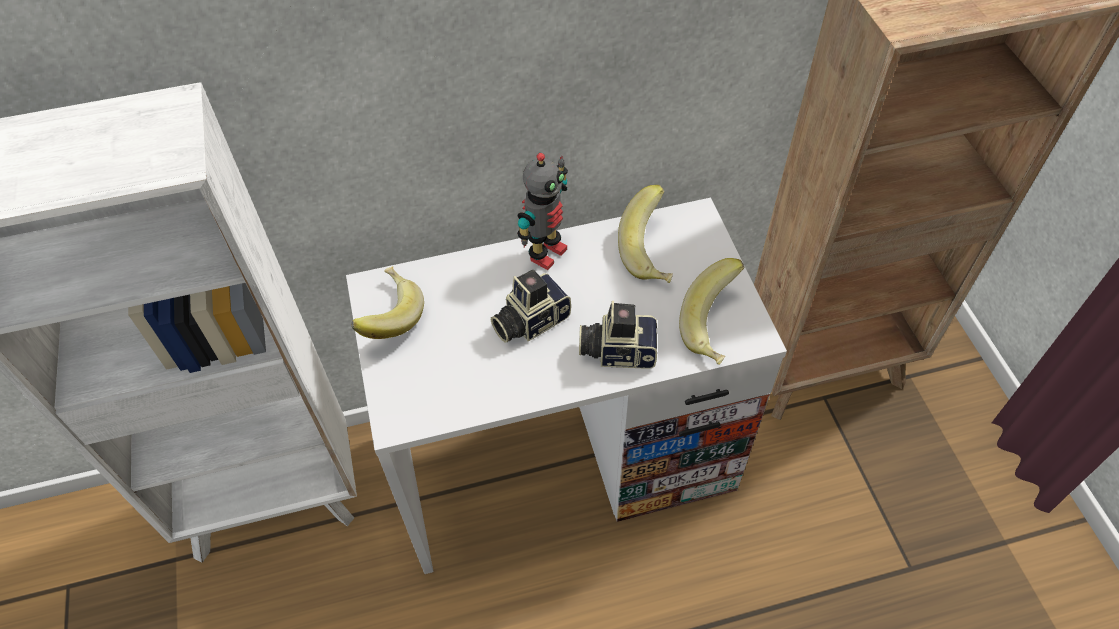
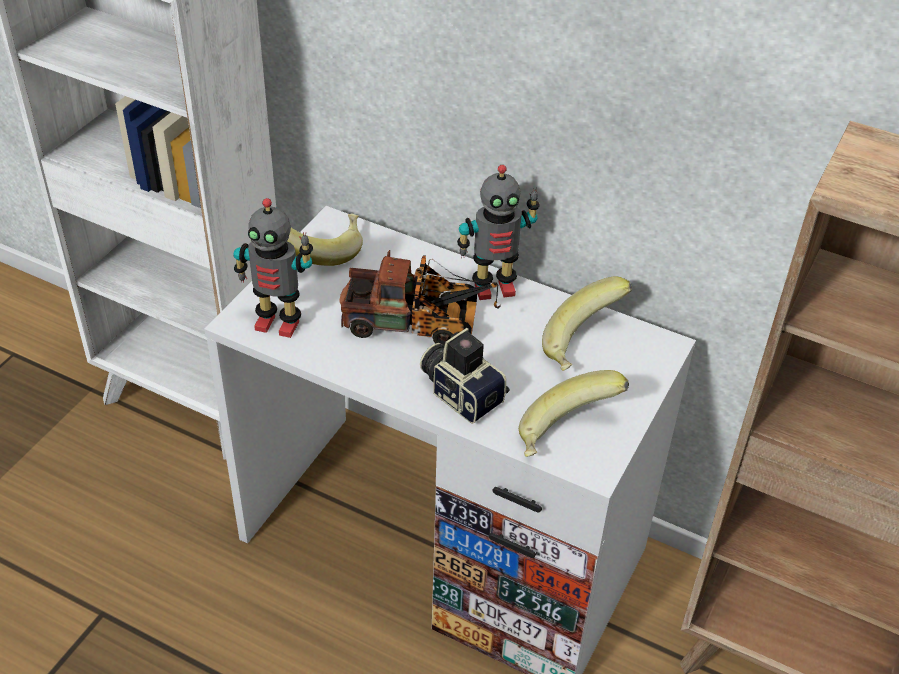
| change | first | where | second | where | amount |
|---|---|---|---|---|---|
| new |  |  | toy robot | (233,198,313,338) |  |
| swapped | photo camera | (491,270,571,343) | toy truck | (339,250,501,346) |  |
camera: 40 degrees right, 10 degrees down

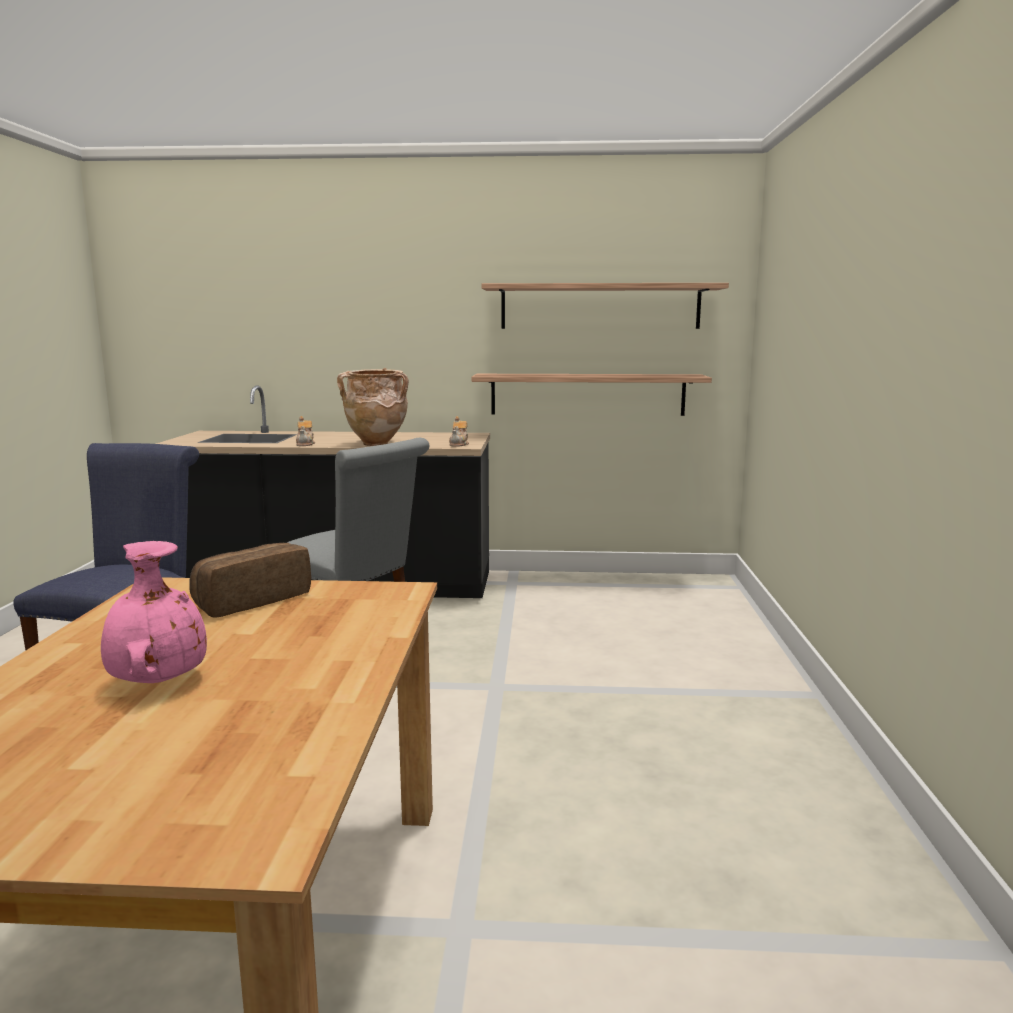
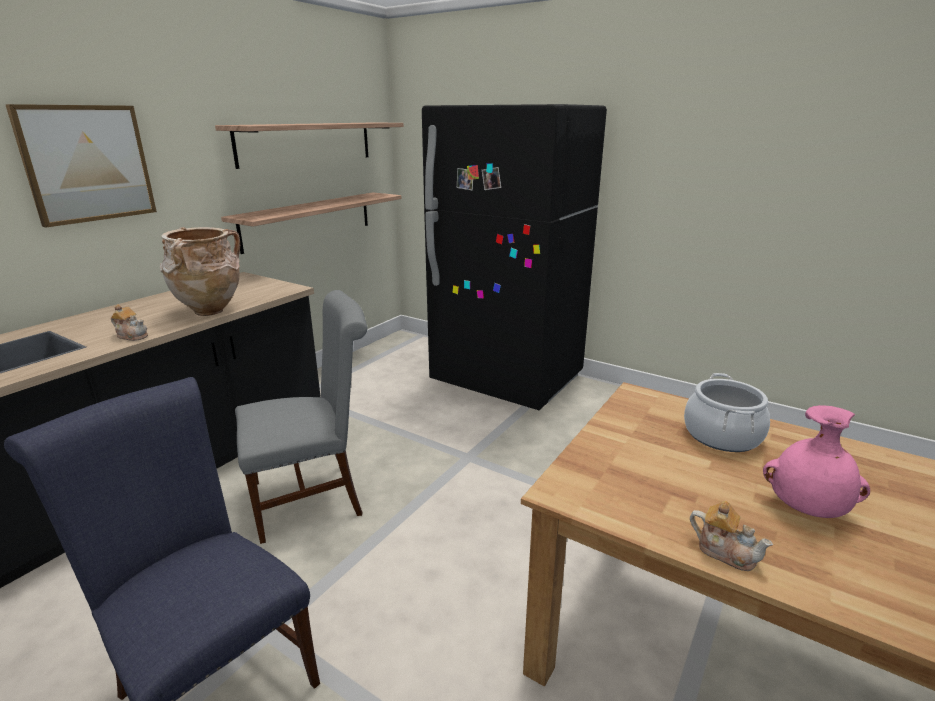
| change | first | where | second | where | amount |
|---|---|---|---|---|---|
| new |  |  | picture | (5,104,157,227) |  |
| new |  |  | black fridge | (422,104,607,410) |  |
| new |  |  | cooking pot | (684,373,770,452) |  |
| shifted | teapot | (449,416,469,447) |  | (690,501,773,571) |  |
| gone | bread | (189,543,311,618) |  |  |  |
camera: 60 degrees left, 10 degrees up

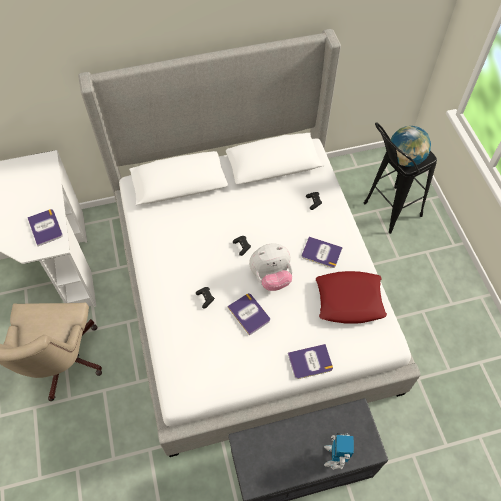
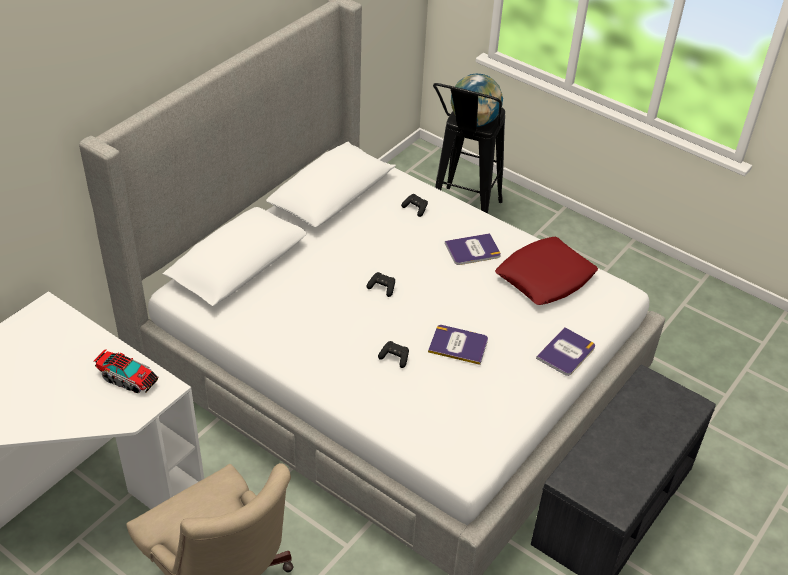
| change | first | where | second | where | amount |
|---|---|---|---|---|---|
| swapped | book | (27,209,63,246) | toy truck | (93,350,159,393) |  |
| gone | plush toy | (249,243,292,291) |  |  |  |
| gone | toy robot | (324,433,354,470) |  |  |  |
camera: 40 degrees left, 15 degrees down

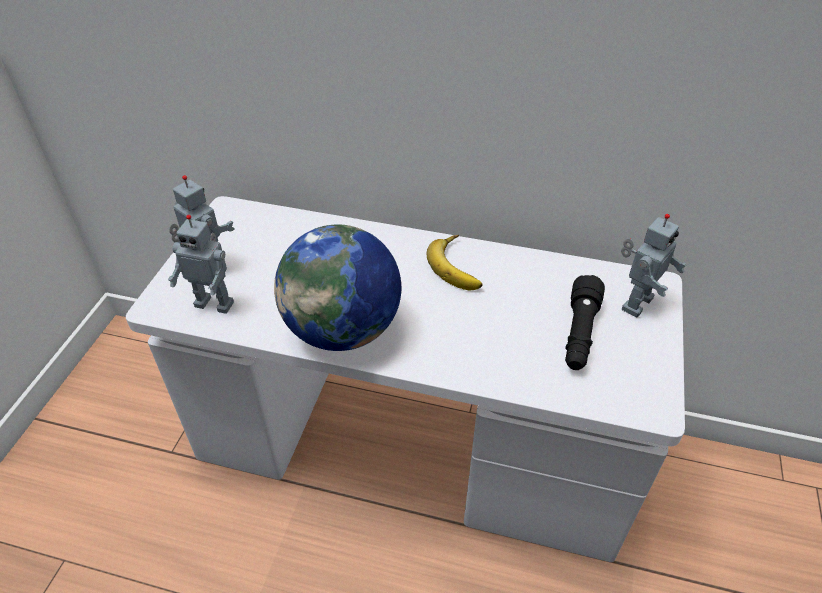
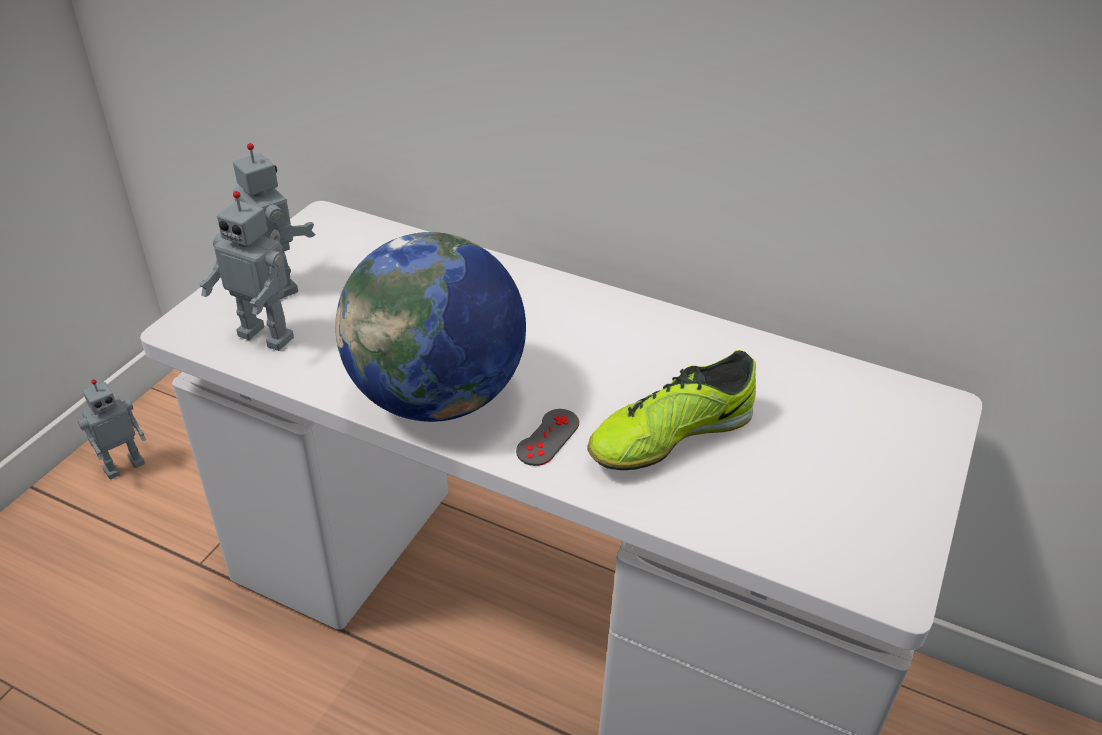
| change | first | where | second | where | amount |
|---|---|---|---|---|---|
| shifted | toy robot | (621,214,687,317) |  | (78,379,146,479) |  |
| new |  |  | grey game controller | (516,409,579,466) |  |
| new |  |  | shoe | (587,350,756,470) |  |
| gone | banana | (427,235,482,290) |  |  |  |
| gone | black flashlight | (565,275,605,370) |  |  |  |
camera: 10 degrees right, 5 degrees down

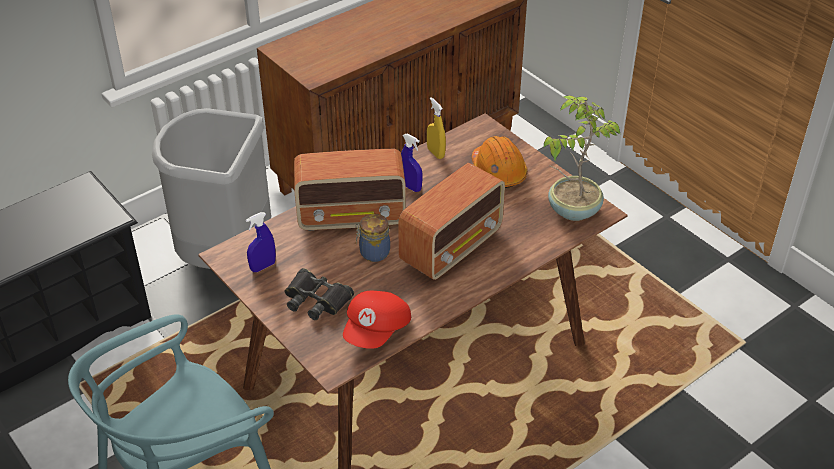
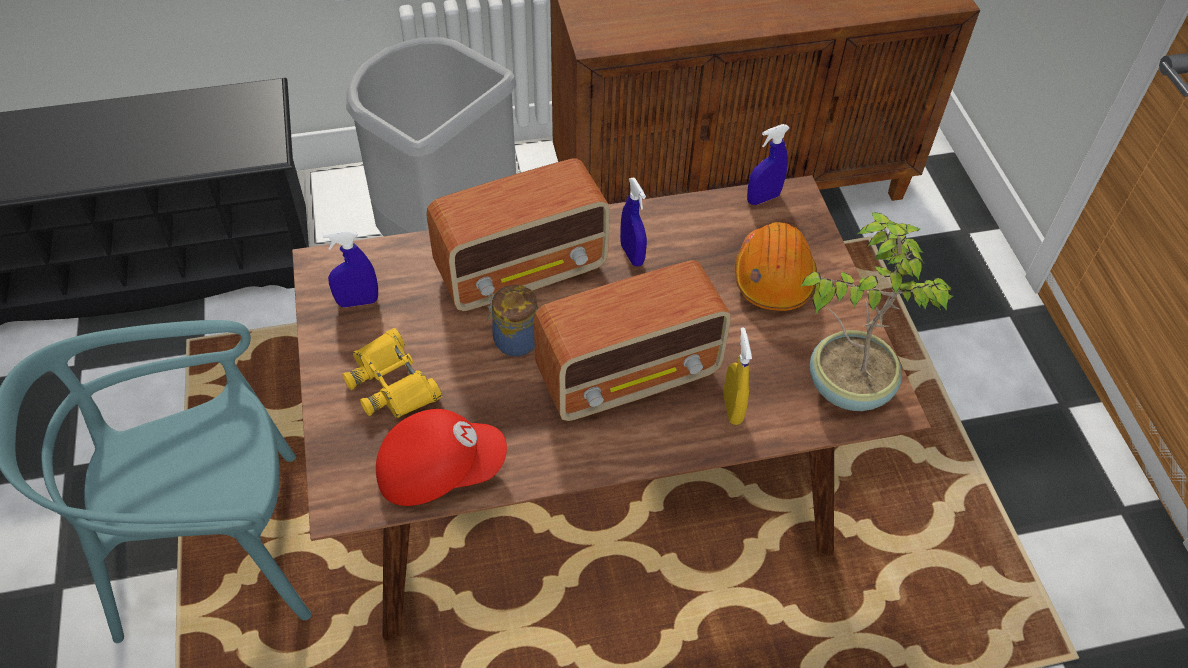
| change | first | where | second | where | amount |
|---|---|---|---|---|---|
| repainted | black binoculars | (285,268,354,320) | yellow binoculars | (342,328,442,418) |  |
| rotated | red cap | (343,291,411,349) |  | (376,409,507,506) | 150 degrees counterclockwise |
| rotated | radio | (294,149,406,231) |  | (427,158,610,311) | 45 degrees counterclockwise |
| shifted | yellow spray bottle | (427,97,446,159) |  | (723,327,752,425) |  |
| new |  |  | blue spray bottle | (747,124,789,205) |  |
camera: 25 degrees right, 10 degrees up

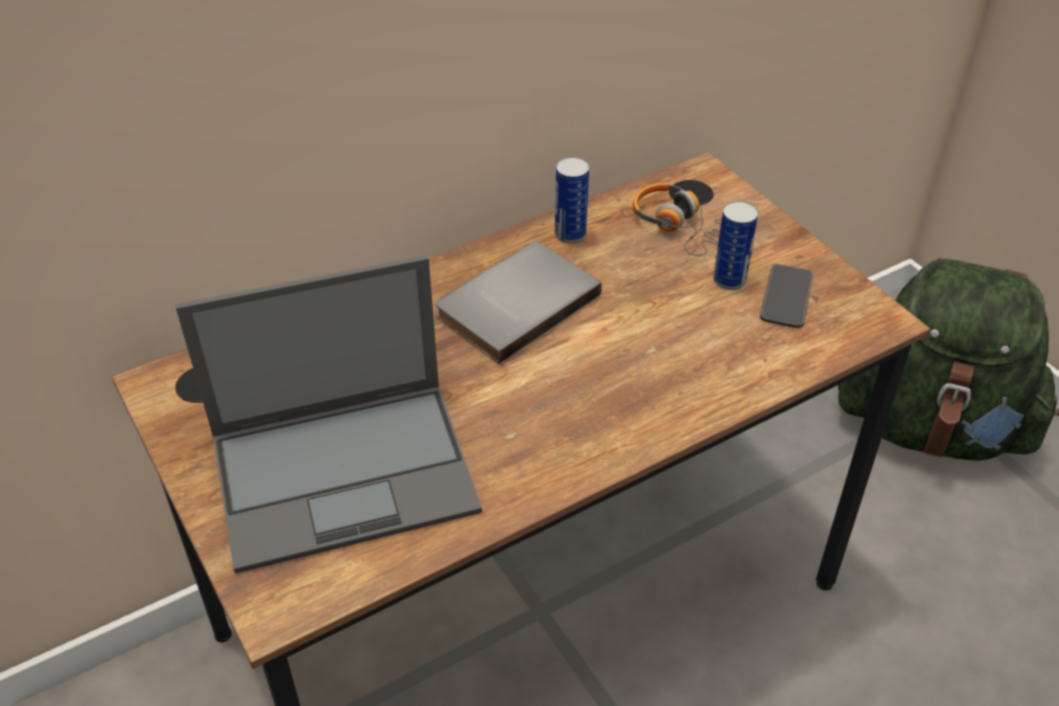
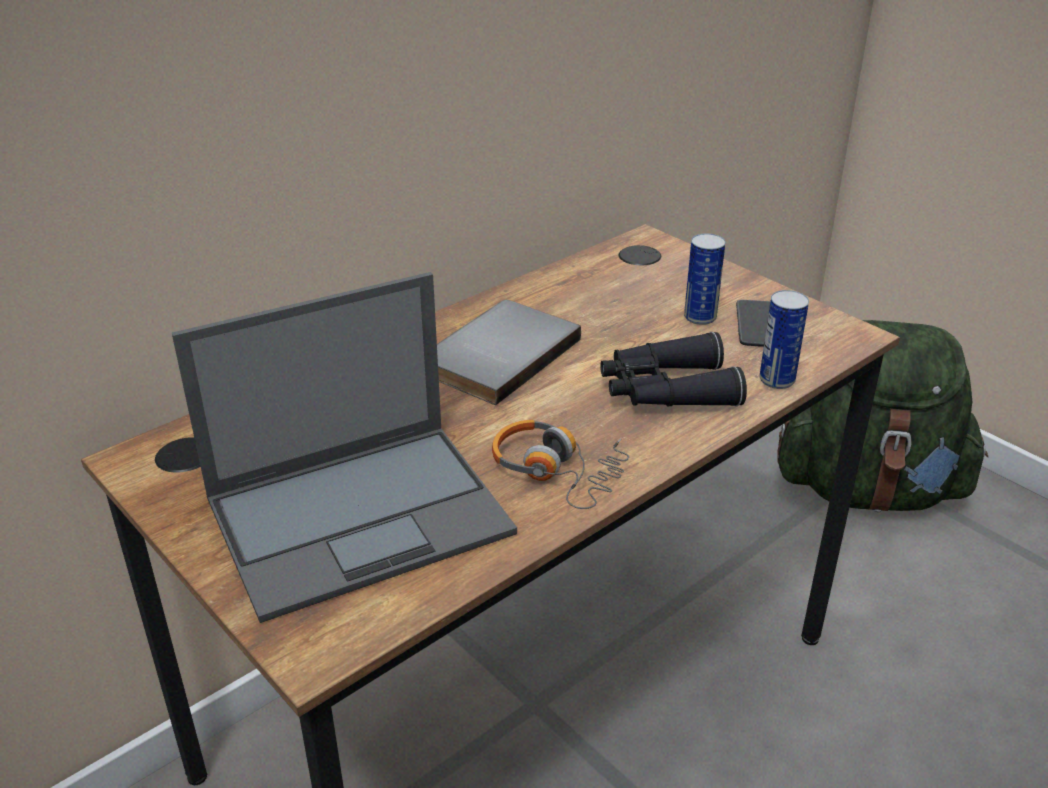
| change | first | where | second | where | amount |
|---|---|---|---|---|---|
| shifted | headphones | (633,183,722,256) |  | (492,420,629,509) |  |
| new |  |  | black binoculars | (600,332,747,406) |  |
| shifted | can | (555,157,589,244) |  | (759,290,809,389) |  |
camera: 10 degrees left, 10 degrees down

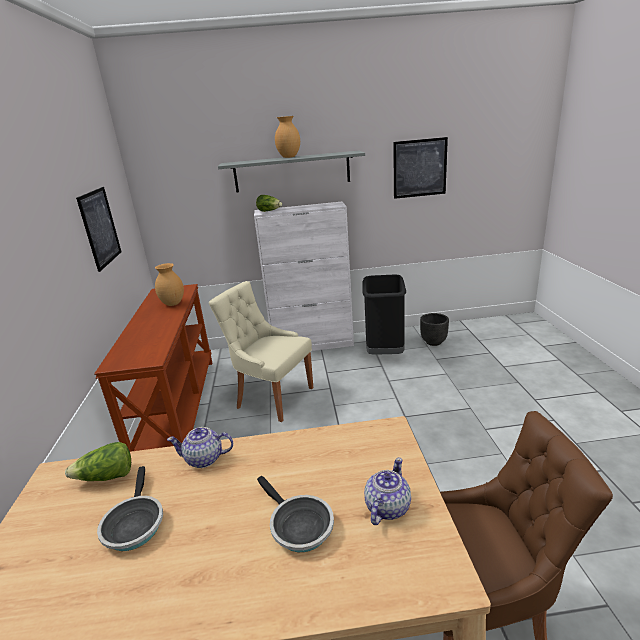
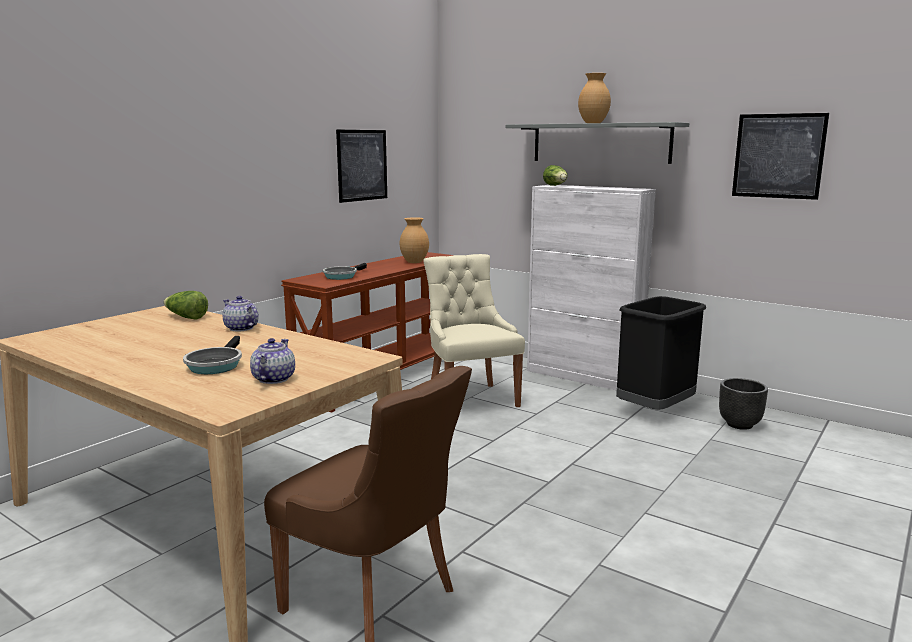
| change | first | where | second | where | amount |
|---|---|---|---|---|---|
| rotated | teapot | (364,458,411,525) |  | (250,338,295,384) | 60 degrees counterclockwise |
| shifted | frying pan | (97,466,163,551) |  | (323,263,367,280) |  |
camera: 40 degrees right, 10 degrees down

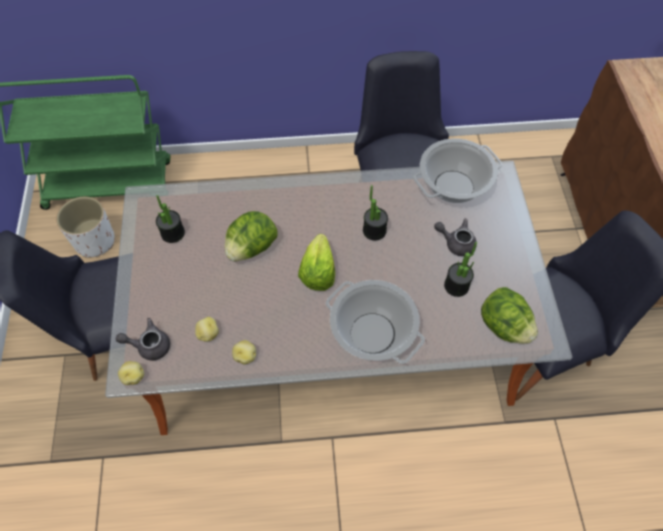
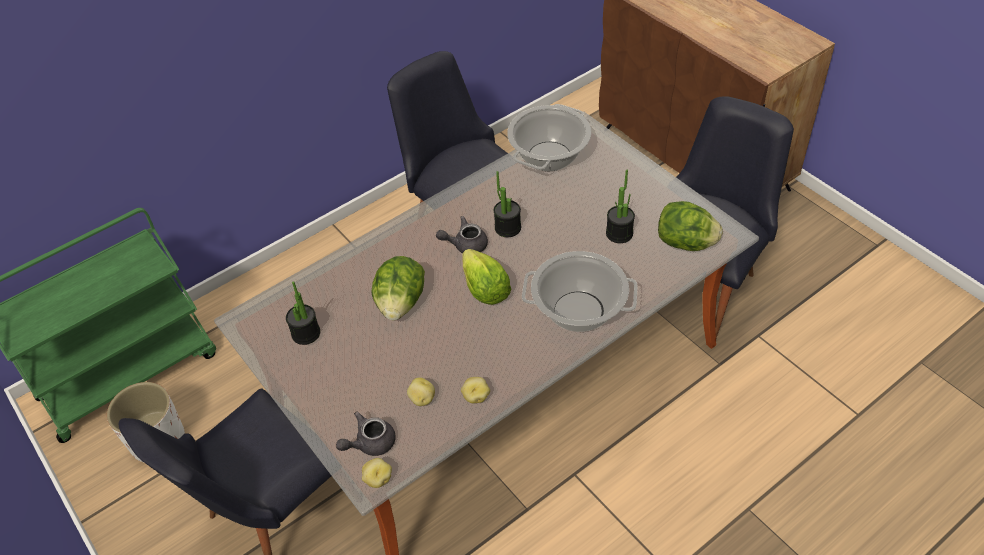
| change | first | where | second | where | amount |
|---|---|---|---|---|---|
| shifted | grey teapot | (434,219,477,256) |  | (436,216,488,253) |  |
camera: 30 degrees left, 10 degrees down

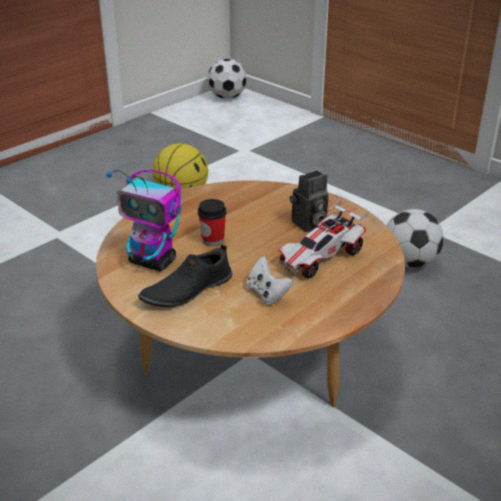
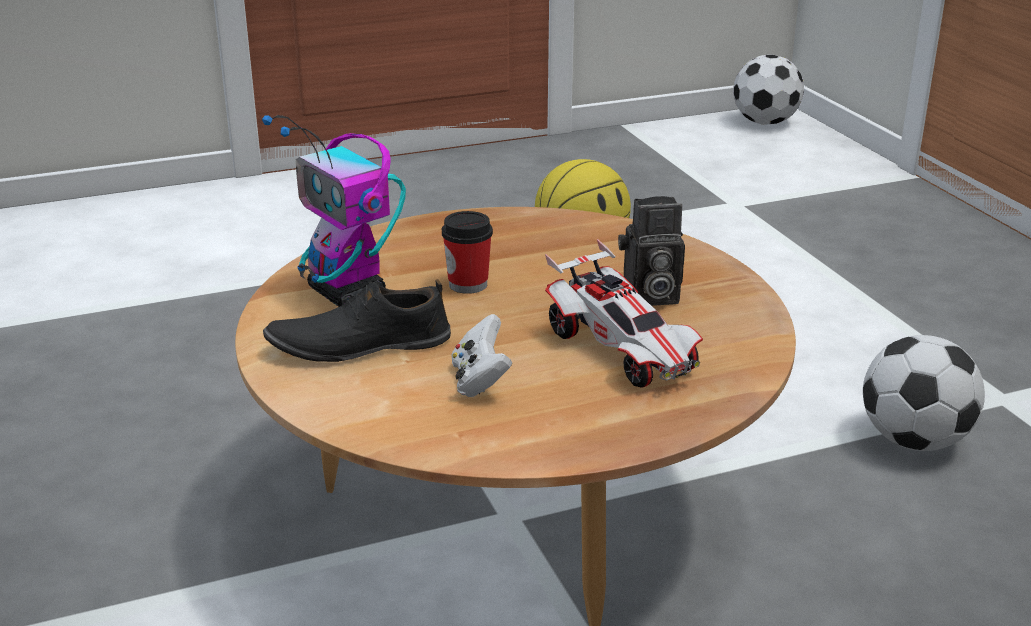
| change | first | where | second | where | amount |
|---|---|---|---|---|---|
| rotated | toy car | (279,199,369,279) |  | (545,239,703,388) | 105 degrees counterclockwise |
camera: 25 degrees right, 5 degrees down

